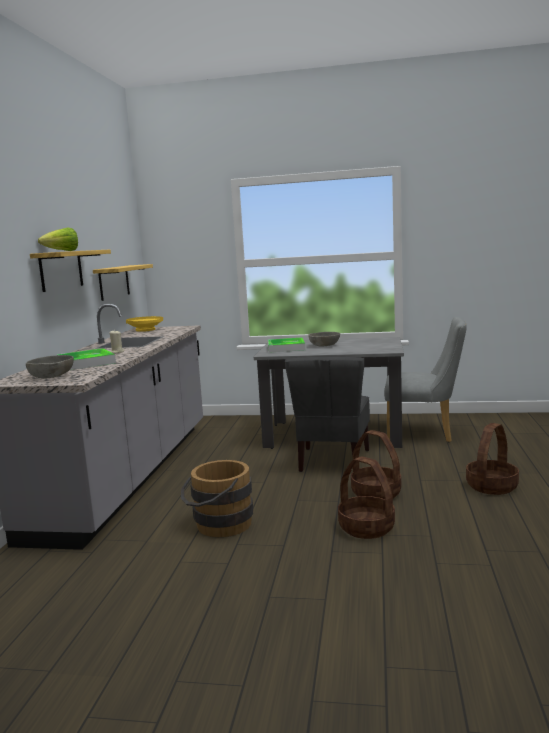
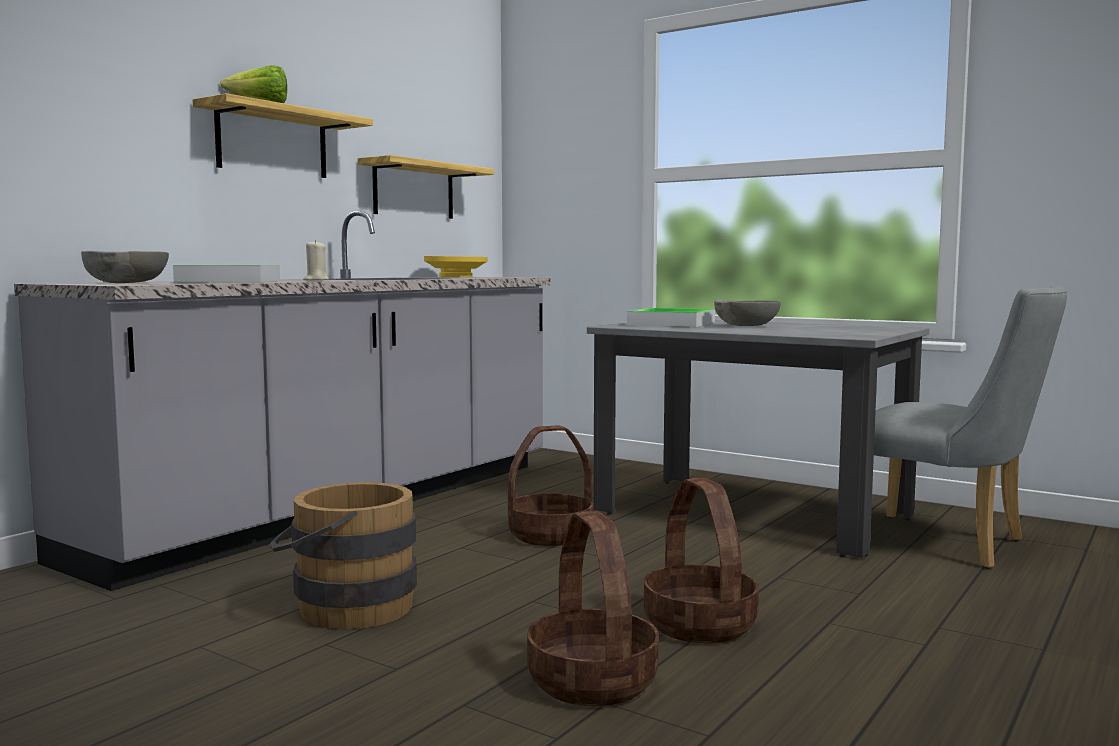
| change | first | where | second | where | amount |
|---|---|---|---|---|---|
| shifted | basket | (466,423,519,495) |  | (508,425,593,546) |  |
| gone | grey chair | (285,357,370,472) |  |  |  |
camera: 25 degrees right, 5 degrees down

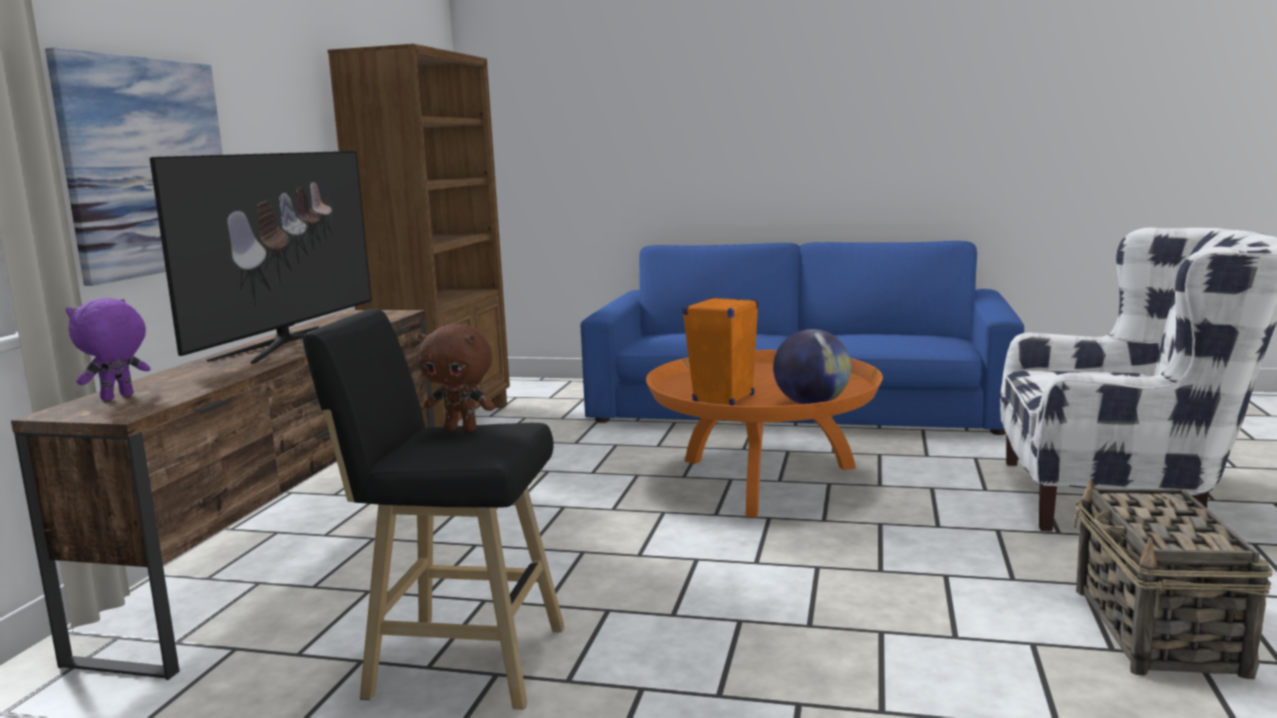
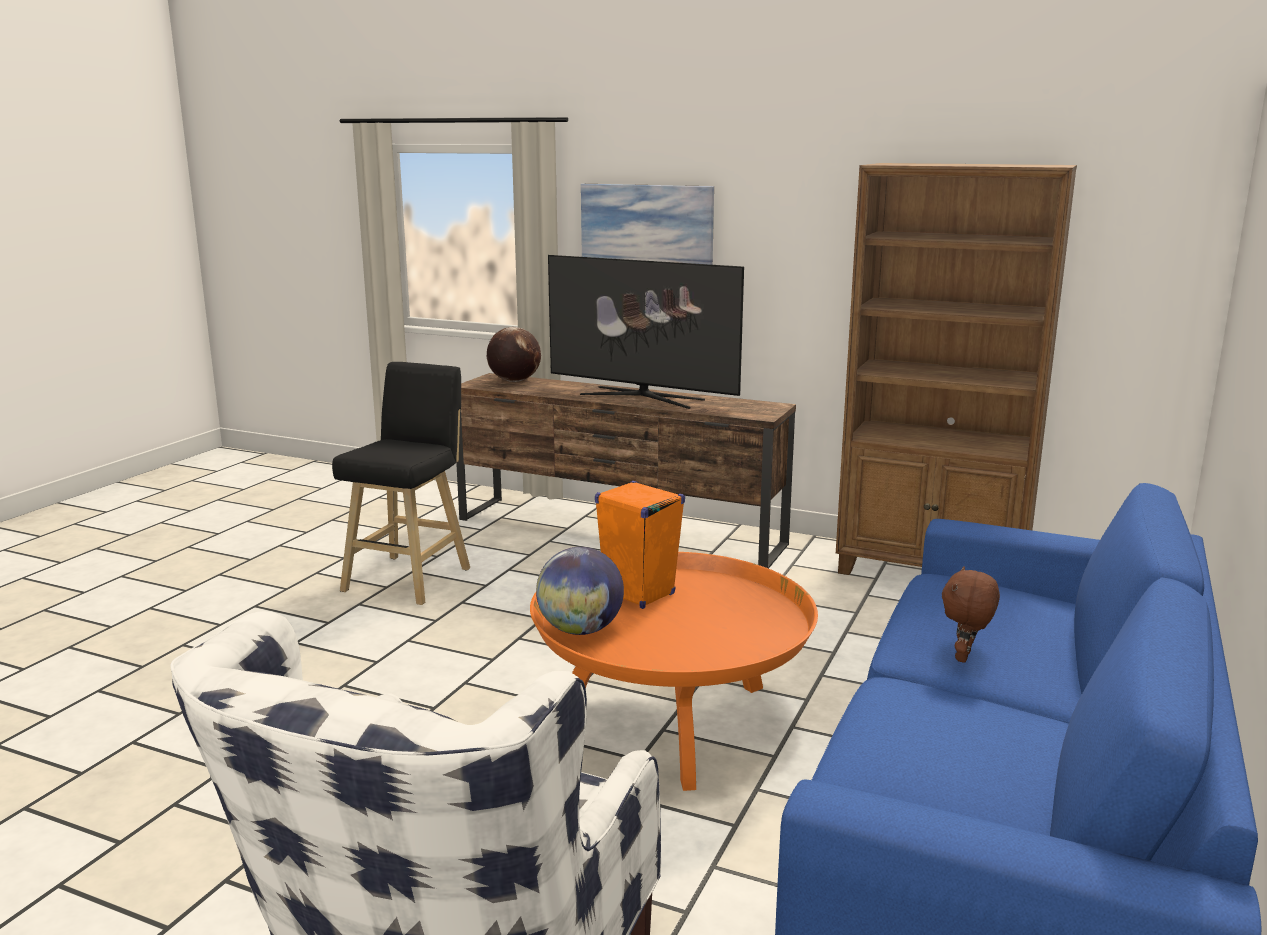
| change | first | where | second | where | amount |
|---|---|---|---|---|---|
| swapped | purple plush toy | (65,298,151,401) | globe | (487,327,541,382) |  |
| shifted | brown plush toy | (418,324,495,432) |  | (942,566,1000,663) |  |
| gone | basket | (1074,477,1273,679) |  |  |  |
camera: 100 degrees right, 5 degrees up

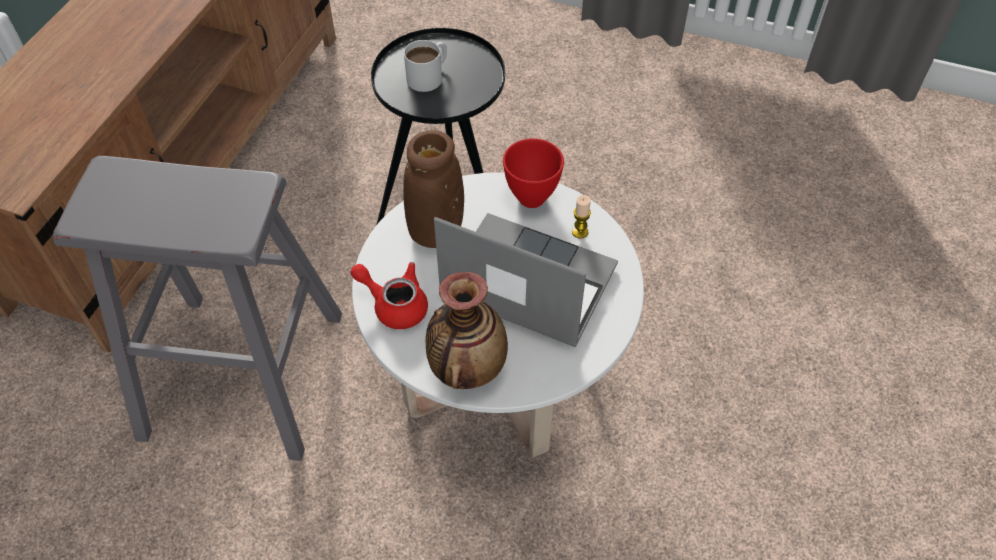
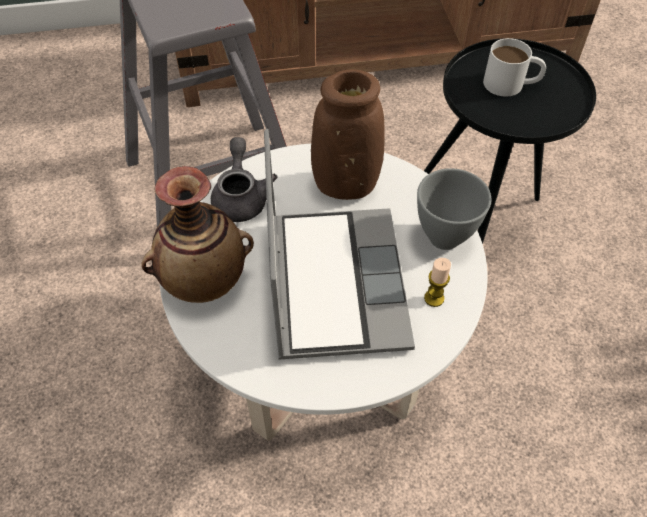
| change | first | where | second | where | amount |
|---|---|---|---|---|---|
| repainted | red teapot | (350,262,428,329) | grey teapot | (211,137,277,222) |  |
| repainted | red bowl | (503,138,564,208) | grey bowl | (417,168,491,250) |  |
camera: 60 degrees right, 0 degrees up

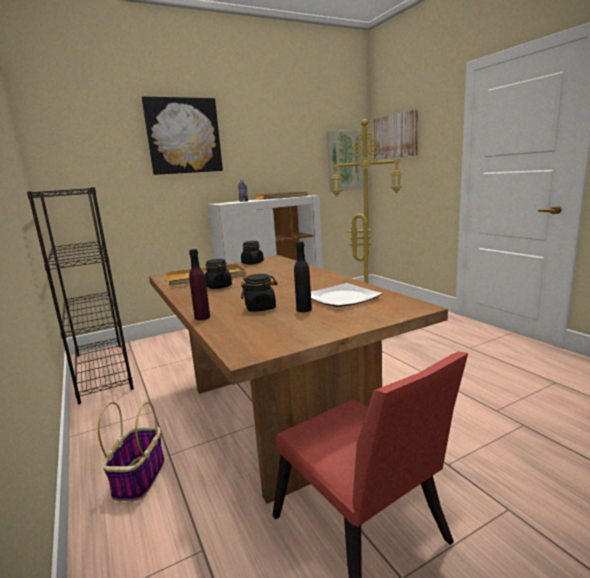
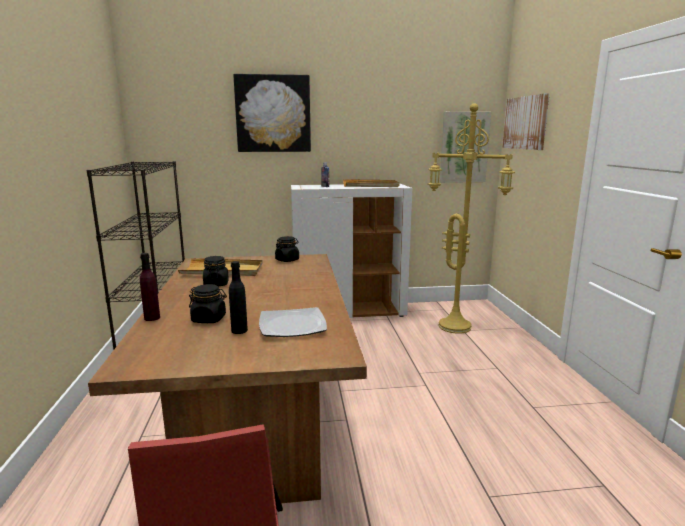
| change | first | where | second | where | amount |
|---|---|---|---|---|---|
| gone | basket | (98,402,165,501) |  |  |  |
camera: 20 degrees right, 0 degrees up

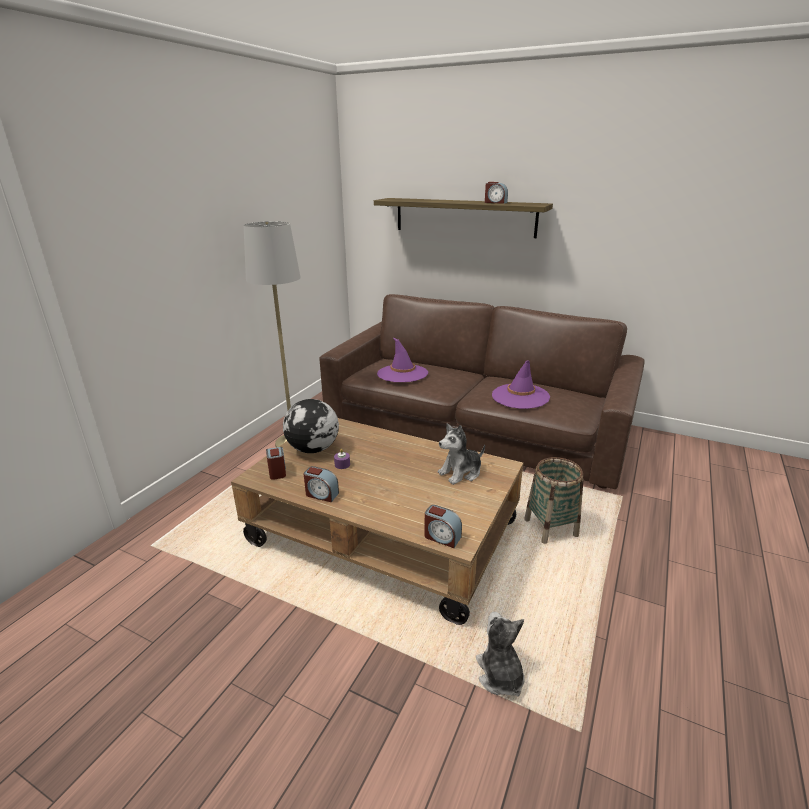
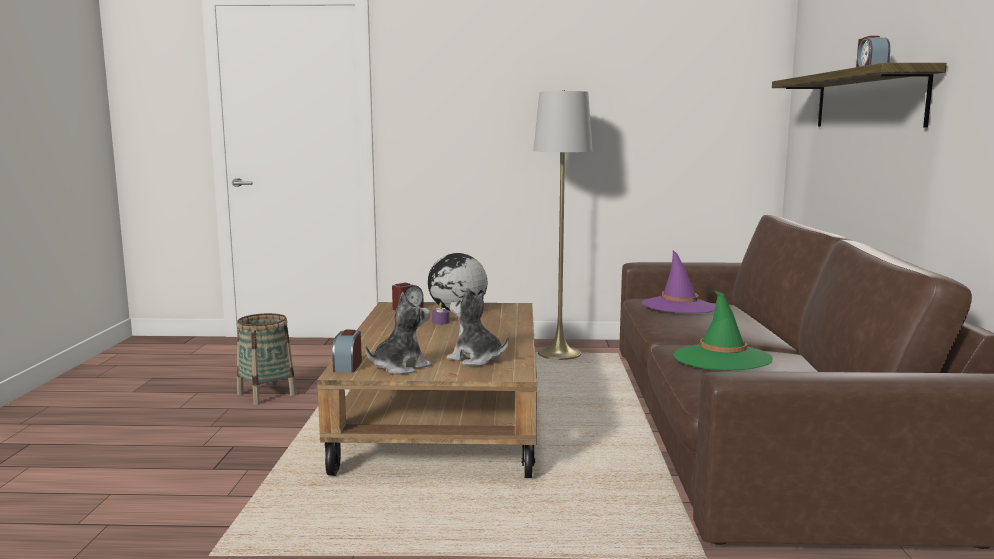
| change | first | where | second | where | amount |
|---|---|---|---|---|---|
| shifted | basket | (524,457,584,544) |  | (237,313,296,405) |  |
| shifted | plush toy | (476,612,525,697) |  | (365,292,432,375) |  |
| repainted | purple hat | (492,361,550,409) | green hat | (673,291,773,370) |  |
| gone | alarm clock | (304,466,339,502) |  |  |  |
camera: 65 degrees right, 15 degrees down

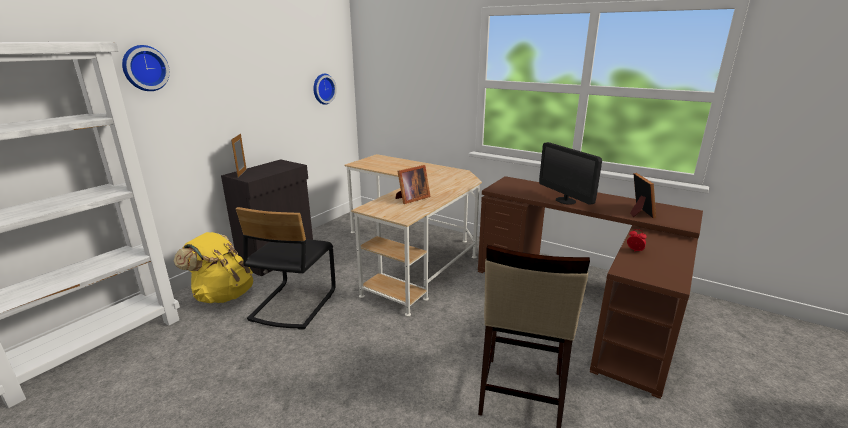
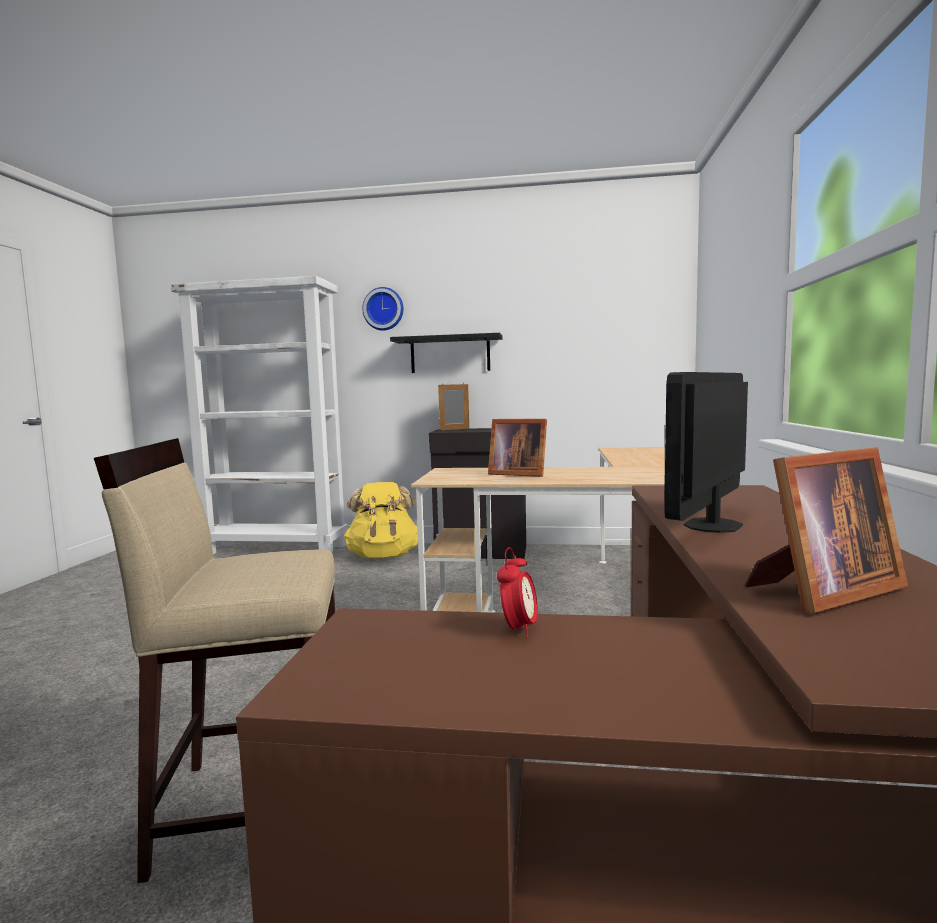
| change | first | where | second | where | amount |
|---|---|---|---|---|---|
| new |  |  | black shelf | (390,333,503,373) |  |
| gone | black chair | (236,207,336,330) |  |  |  |
| gone | wall clock | (313,74,337,105) |  |  |  |
camera: 65 degrees right, 15 degrees down

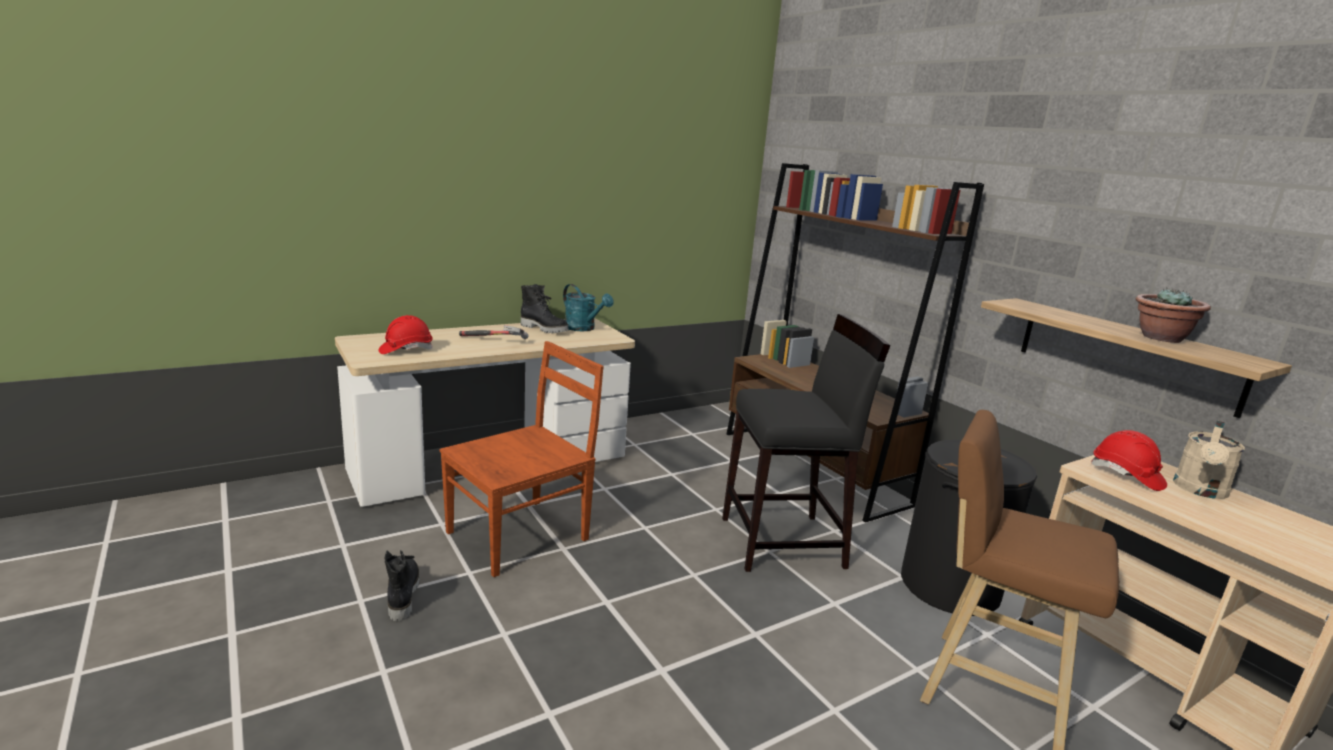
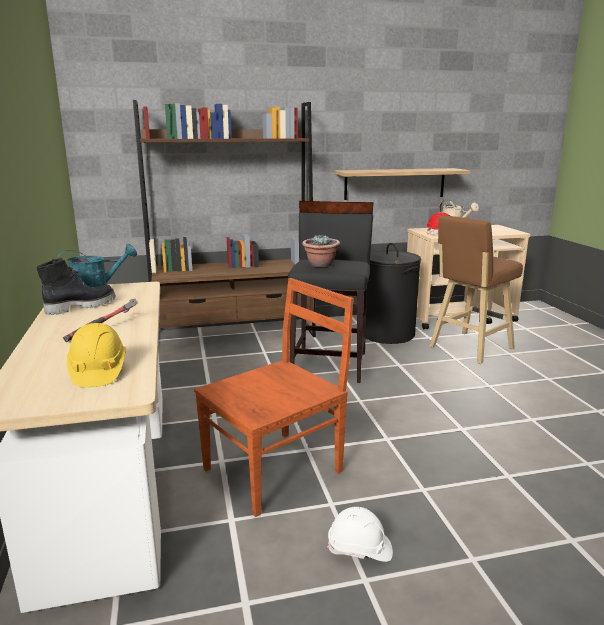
| change | first | where | second | where | amount |
|---|---|---|---|---|---|
| repainted | red hard hat | (378,315,433,354) | yellow hard hat | (67,323,126,387) |  |
| rotated | brown chair | (439,341,604,577) |  | (194,278,353,517) | 75 degrees clockwise |
| shifted | potted plant | (1135,287,1211,343) |  | (302,235,340,267) |  |
| swapped | black boot | (384,550,420,621) | white hard hat | (327,507,393,562) |  |
camera: 70 degrees left, 0 degrees up

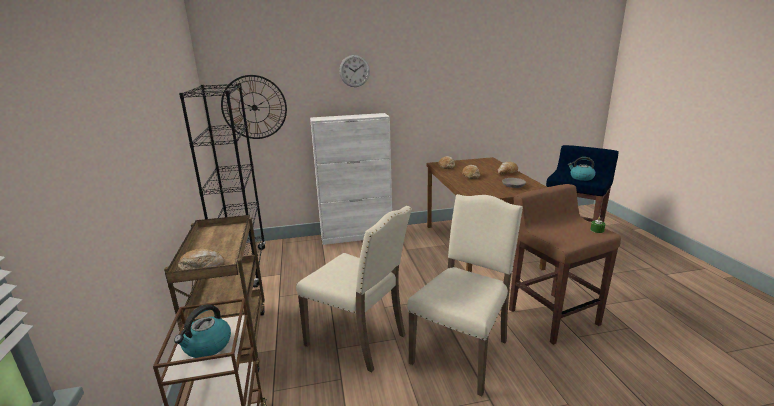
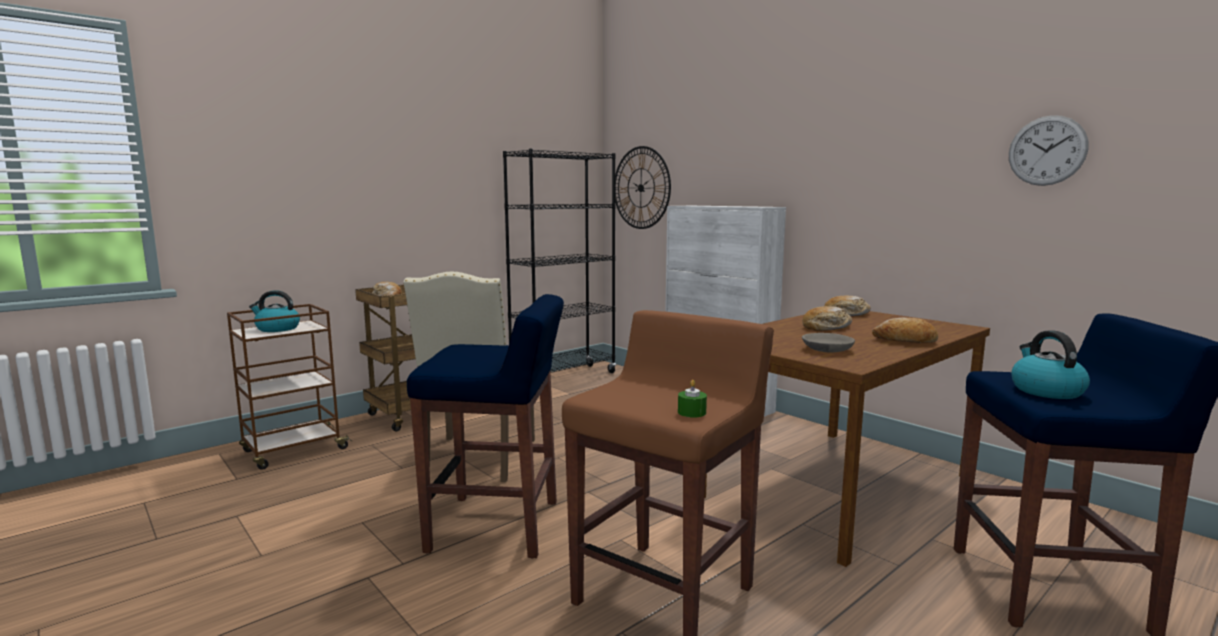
| change | first | where | second | where | amount |
|---|---|---|---|---|---|
| swapped | beige chair | (407,194,523,397) | blue stool | (407,294,564,559) |  |
| shifted | wall clock | (339,55,370,87) |  | (1009,115,1089,186) |  |
camera: 60 degrees right, 10 degrees down

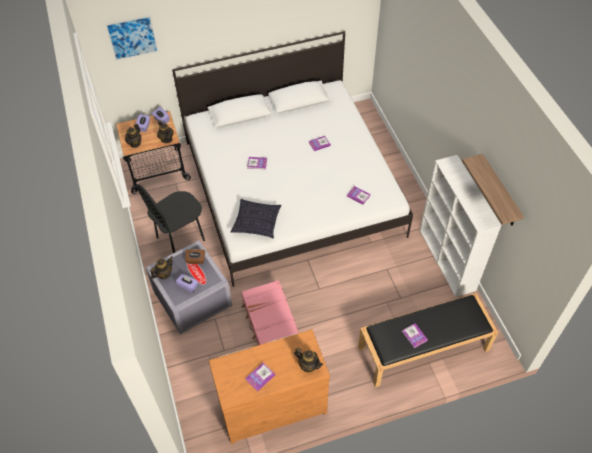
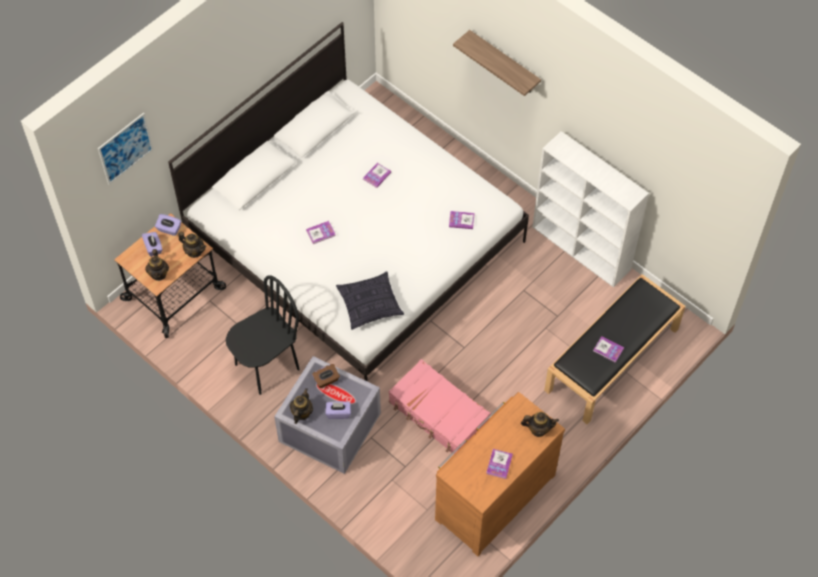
| change | first | where | second | where | amount |
|---|---|---|---|---|---|
| rotated | black chair | (137,184,205,253) |  | (226,275,300,395) | 150 degrees counterclockwise |
| shifted | shelf | (462,154,524,226) |  | (453,30,541,96) |  |
camera: 30 degrees left, 5 degrees up

